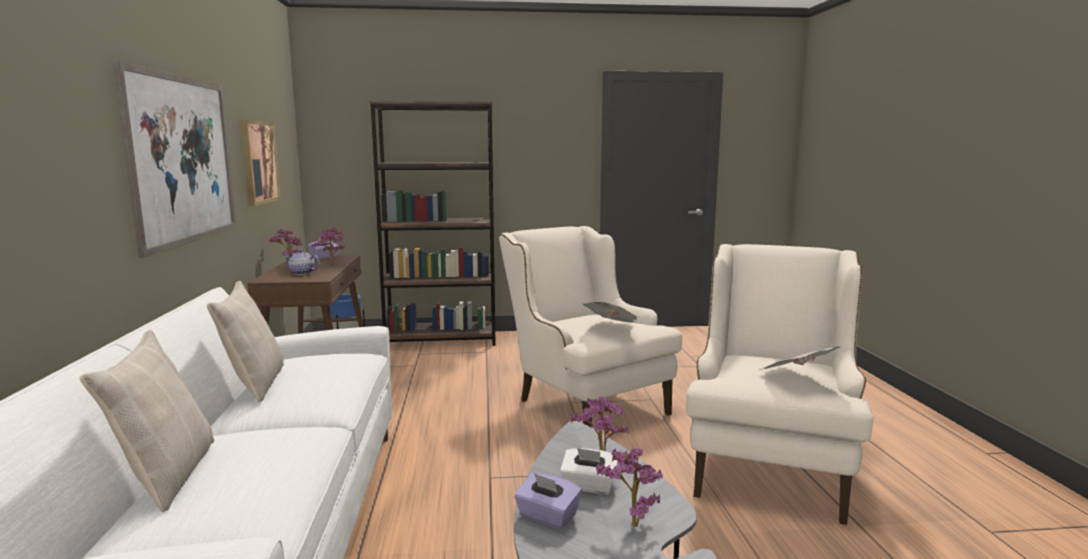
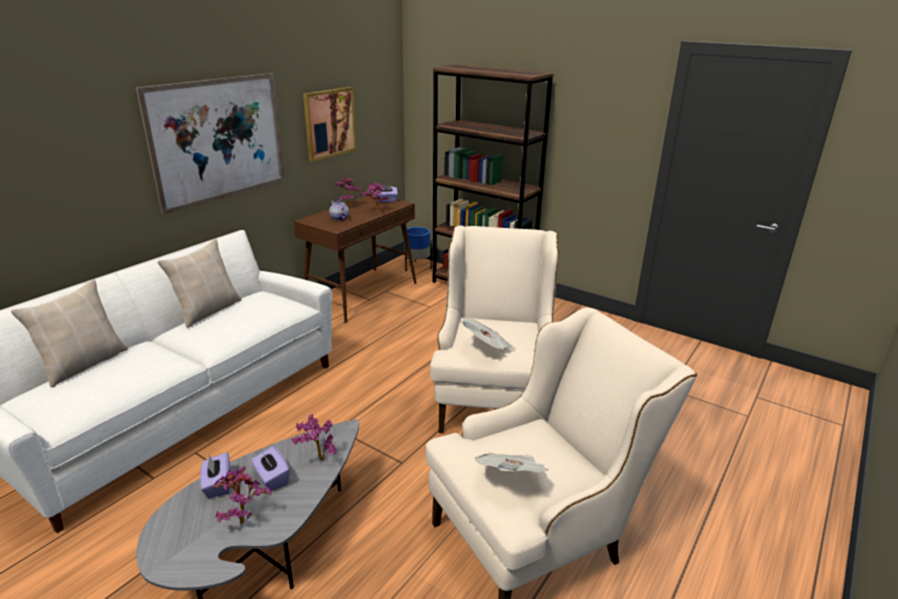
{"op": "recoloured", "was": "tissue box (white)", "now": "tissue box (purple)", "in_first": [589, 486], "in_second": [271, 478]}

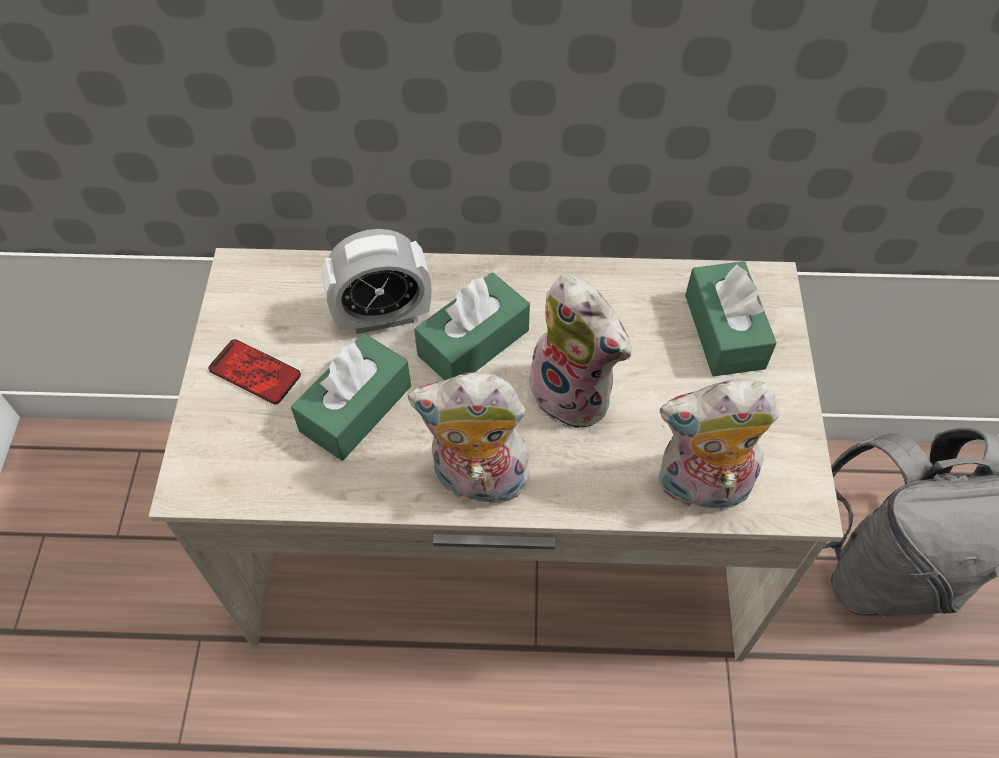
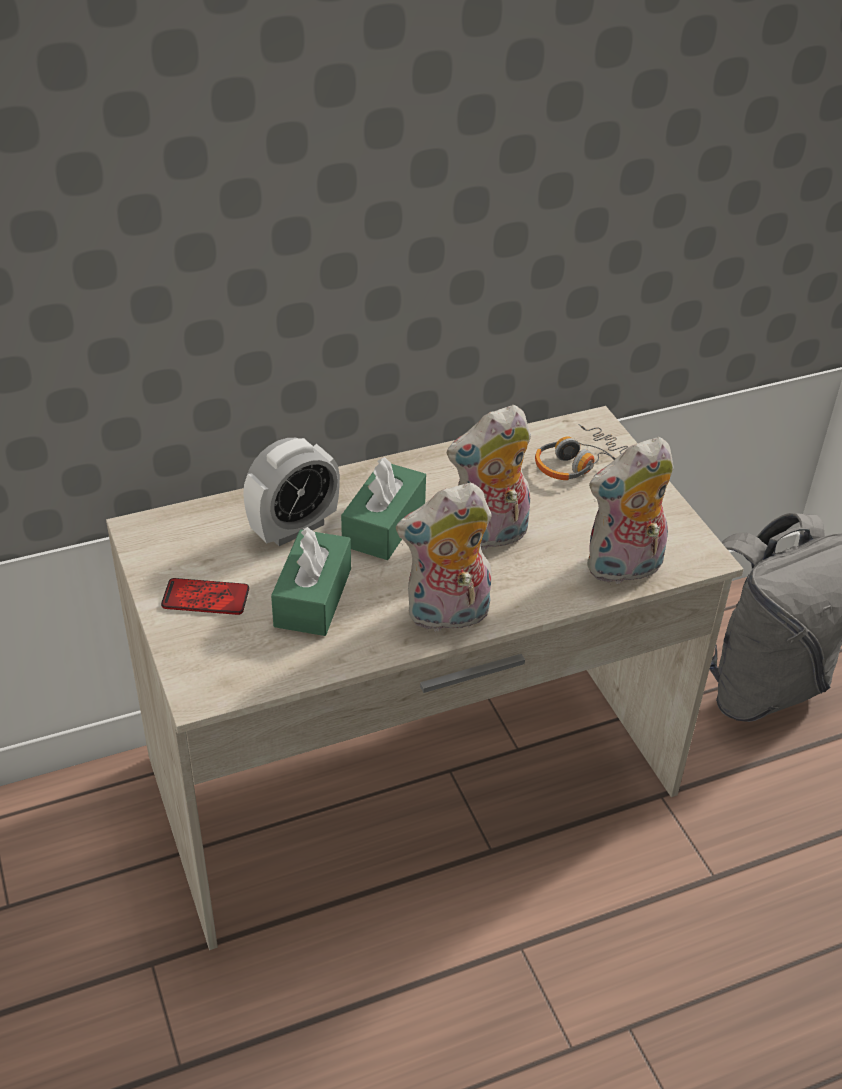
{"op": "turned", "was": "plush toy", "in_first": [575, 394], "in_second": [489, 536], "clockwise": 135}
{"op": "replaced", "was": "tissue box (green)", "now": "headphones", "in_first": [724, 331], "in_second": [579, 464]}

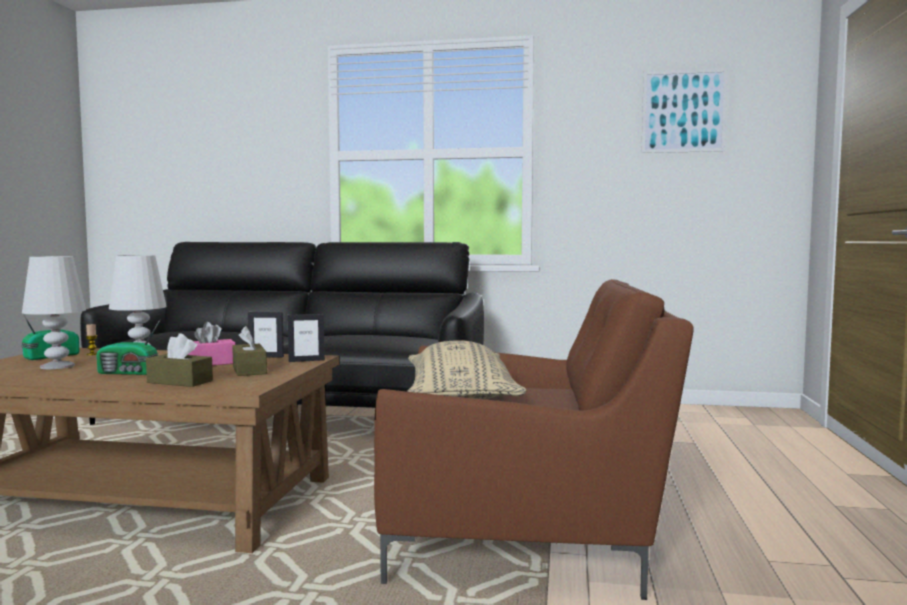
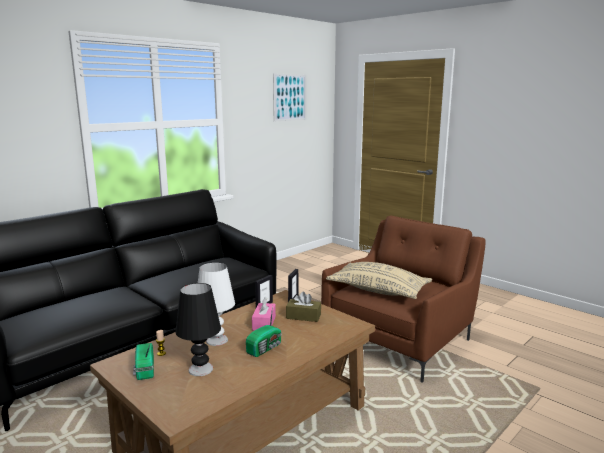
{"op": "recoloured", "was": "table lamp (white)", "now": "table lamp (black)", "in_first": [57, 366], "in_second": [201, 369]}
{"op": "removed", "was": "tissue box (brown)", "in_first": [180, 381]}

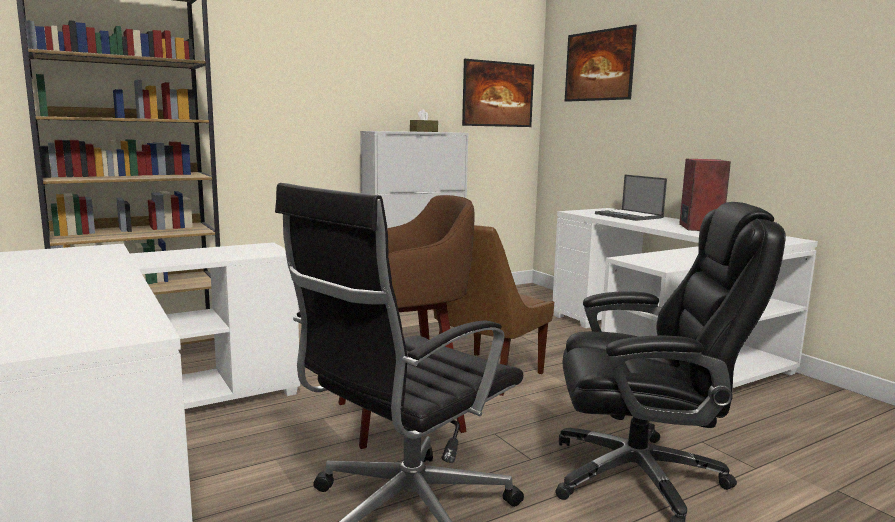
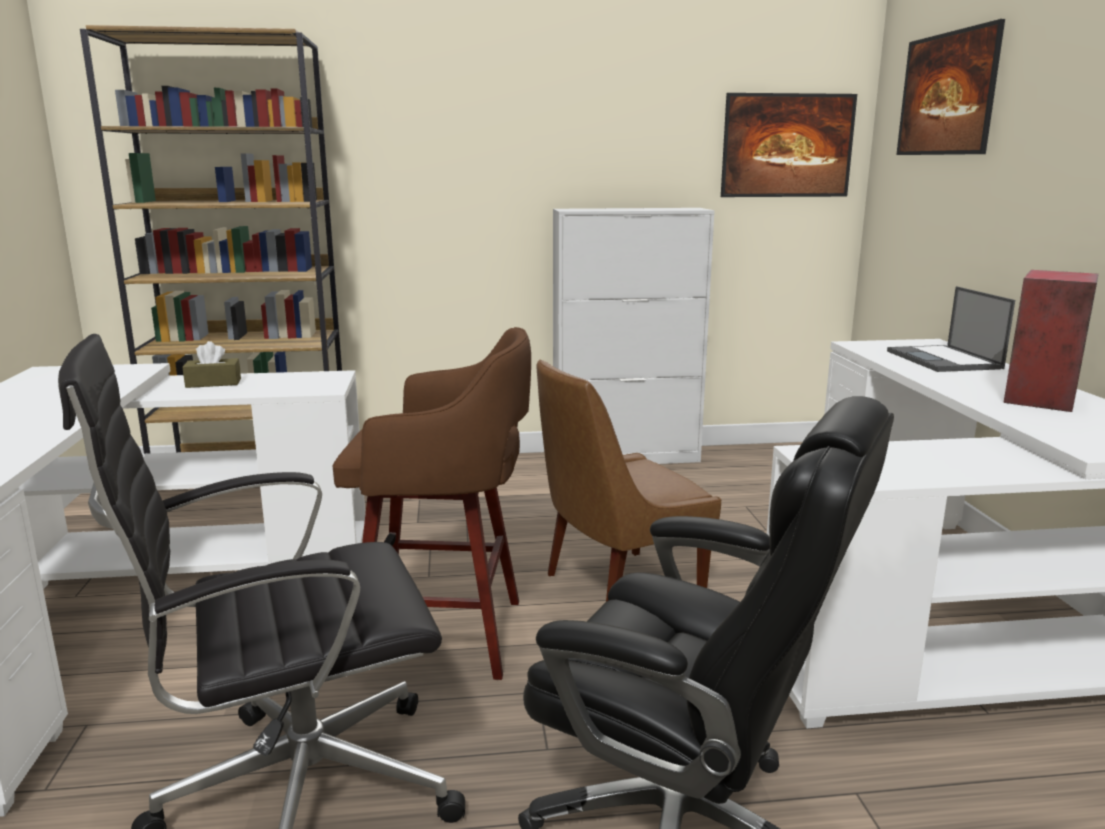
{"op": "moved", "was": "tissue box (brown)", "in_first": [423, 131], "in_second": [213, 383]}

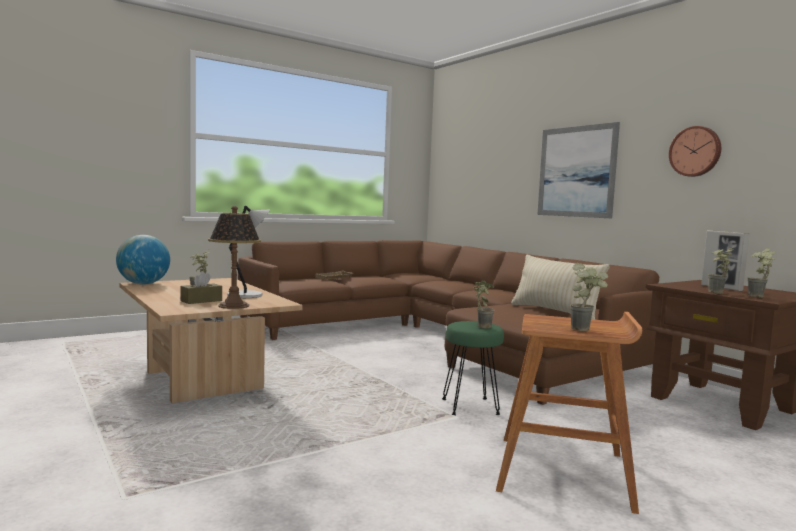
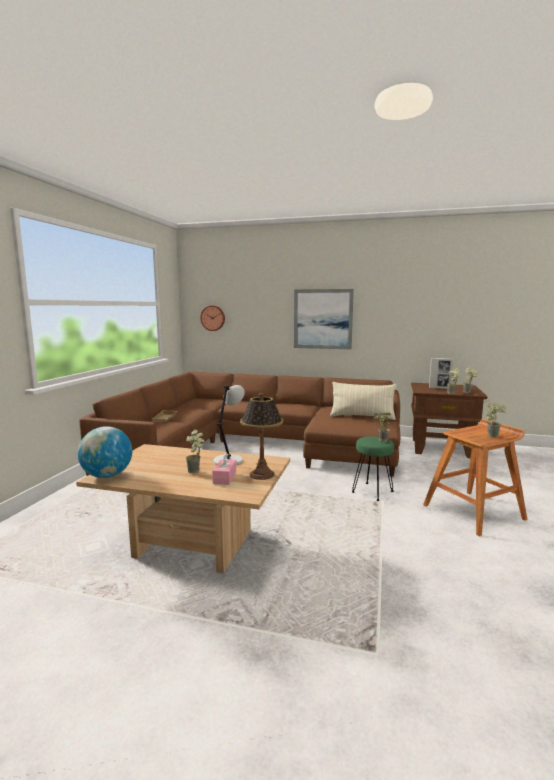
{"op": "recoloured", "was": "tissue box (brown)", "now": "tissue box (pink)", "in_first": [201, 301], "in_second": [224, 478]}
{"op": "moved", "was": "wall clock", "in_first": [695, 151], "in_second": [213, 318]}

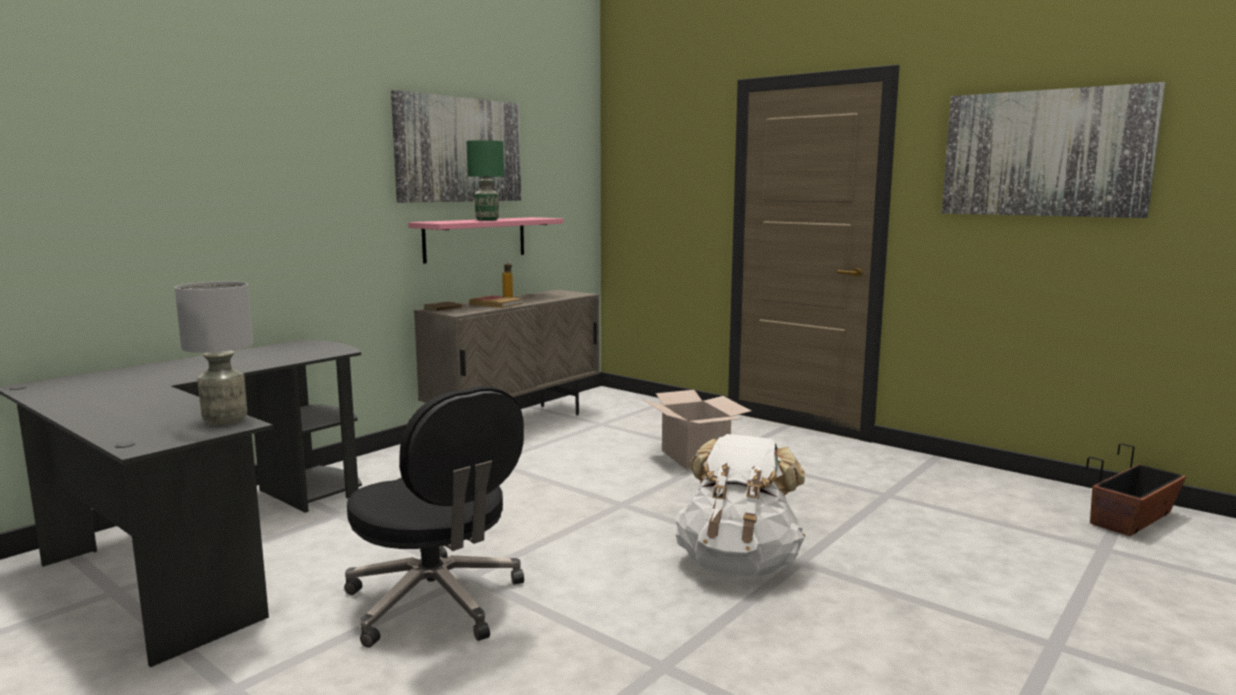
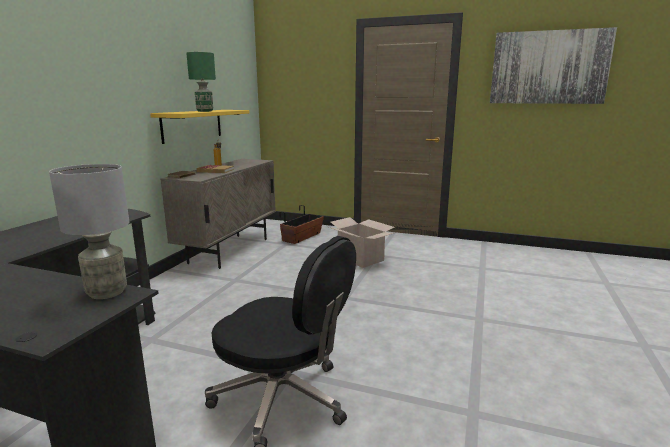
{"op": "removed", "was": "picture", "in_first": [459, 150]}
{"op": "recoloured", "was": "shelf (pink)", "now": "shelf (yellow)", "in_first": [475, 239], "in_second": [192, 125]}
{"op": "removed", "was": "backpack (white)", "in_first": [738, 564]}
{"op": "moved", "was": "planter", "in_first": [1132, 519], "in_second": [302, 237]}

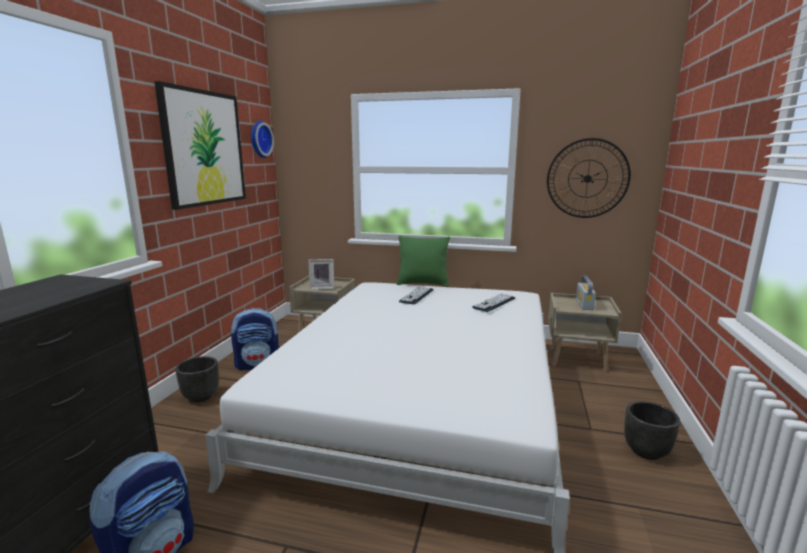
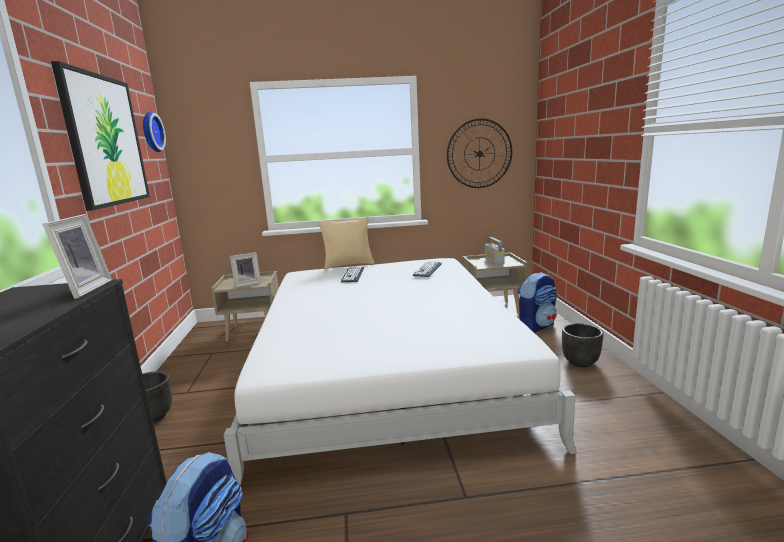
{"op": "moved", "was": "backpack", "in_first": [258, 364], "in_second": [536, 326]}
{"op": "recoloured", "was": "pillow (green)", "now": "pillow (beige)", "in_first": [423, 283], "in_second": [348, 265]}
{"op": "added", "now": "picture frame", "in_second": [82, 290]}

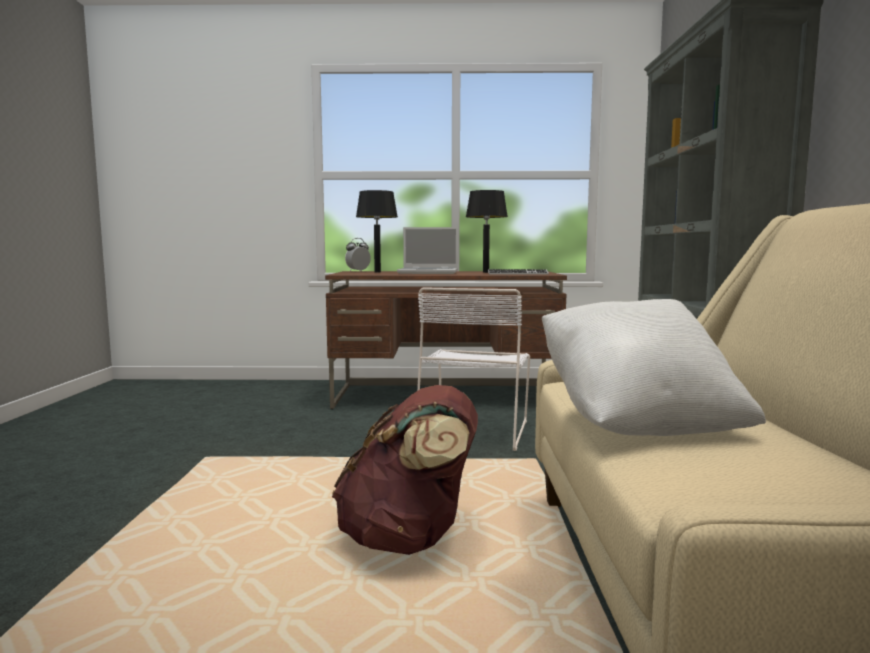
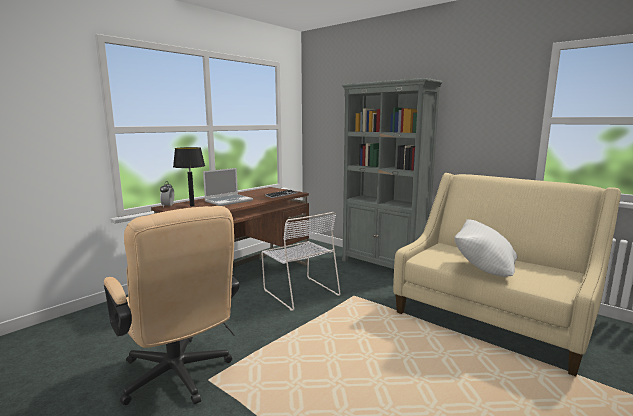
{"op": "removed", "was": "backpack (brown)", "in_first": [410, 538]}
{"op": "removed", "was": "table lamp (black)", "in_first": [485, 272]}
{"op": "added", "now": "office chair (beige)", "in_second": [179, 378]}

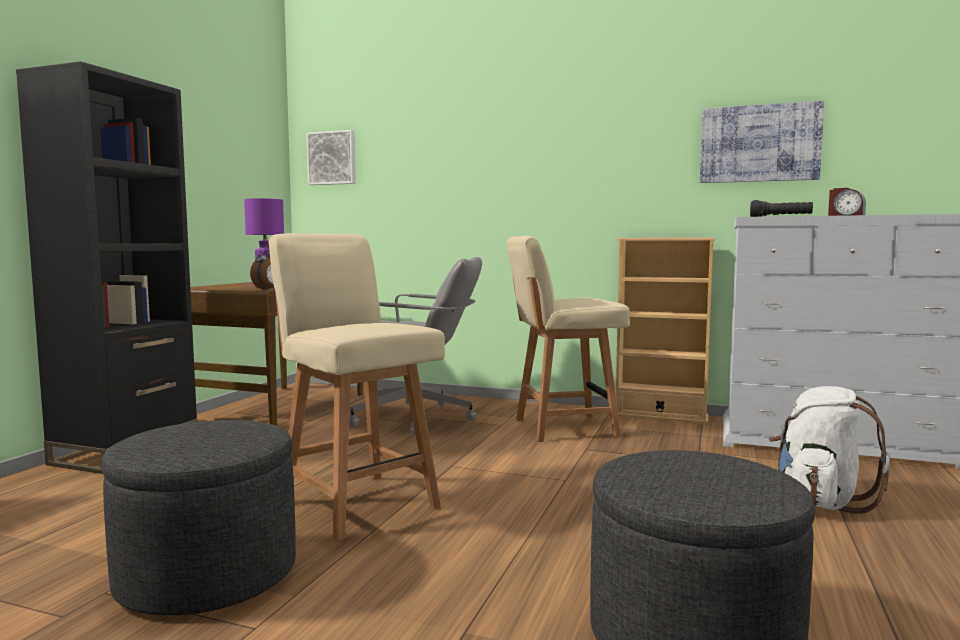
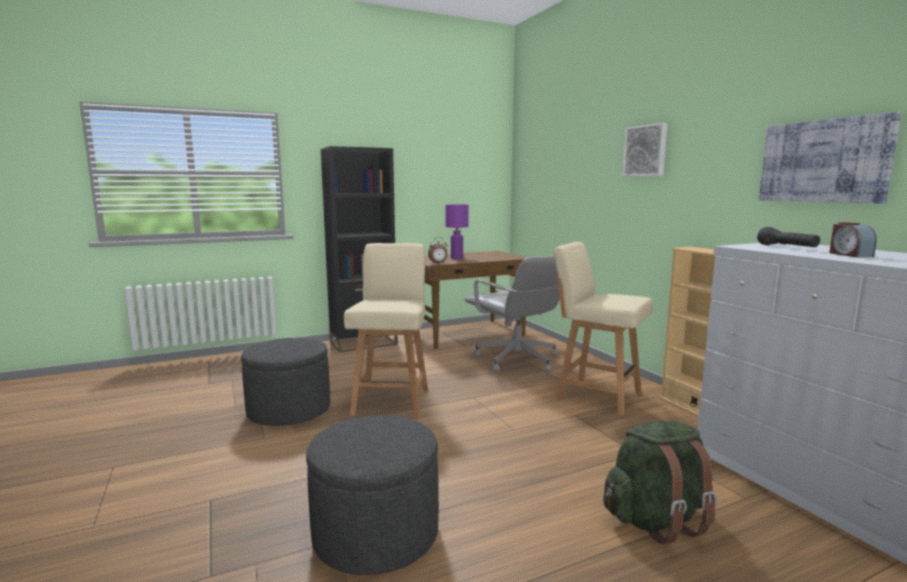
{"op": "moved", "was": "picture", "in_first": [332, 158], "in_second": [646, 151]}
{"op": "recoloured", "was": "backpack (white)", "now": "backpack (green)", "in_first": [820, 501], "in_second": [656, 520]}

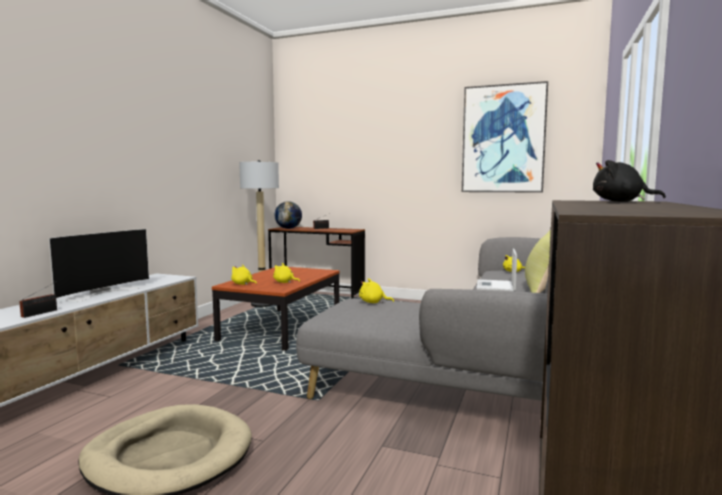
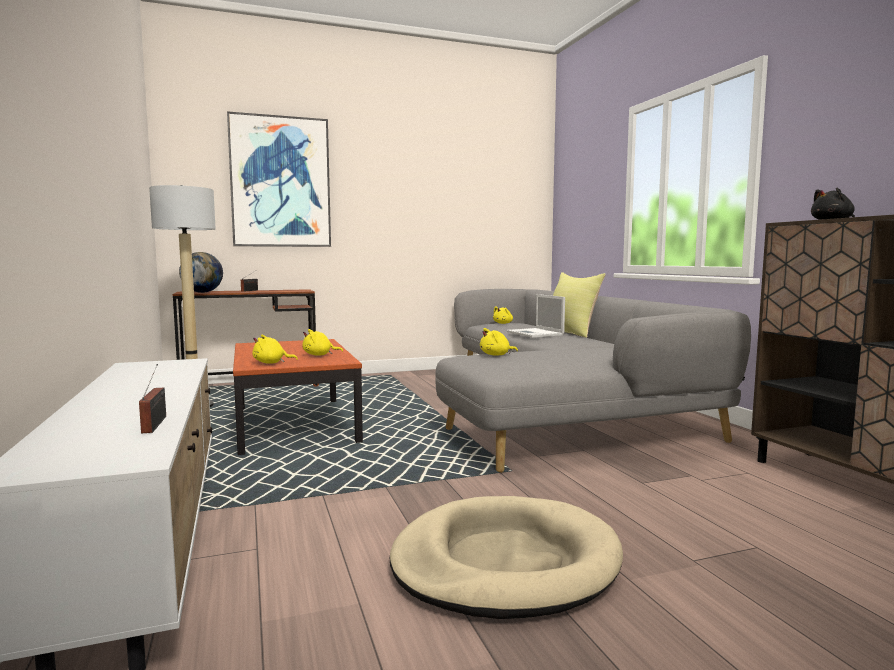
{"op": "removed", "was": "television", "in_first": [102, 292]}
{"op": "moved", "was": "picture", "in_first": [503, 139], "in_second": [280, 182]}

